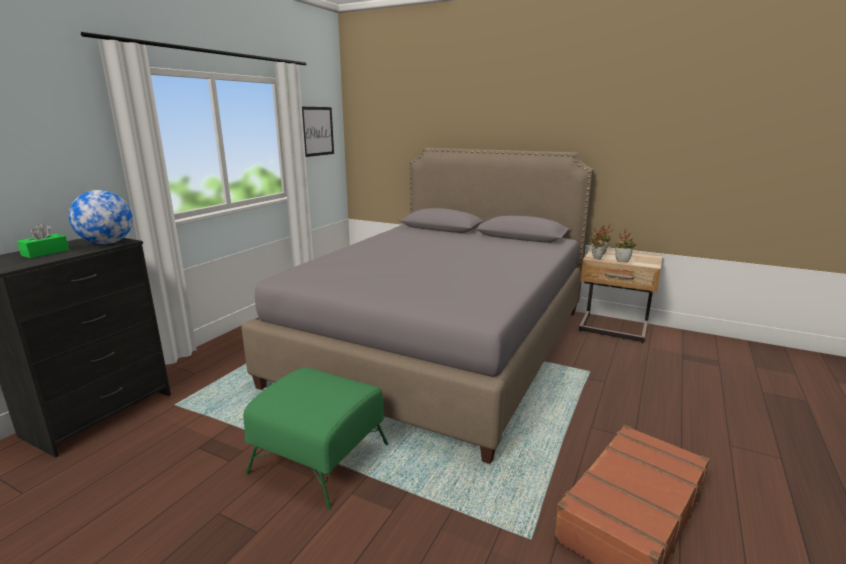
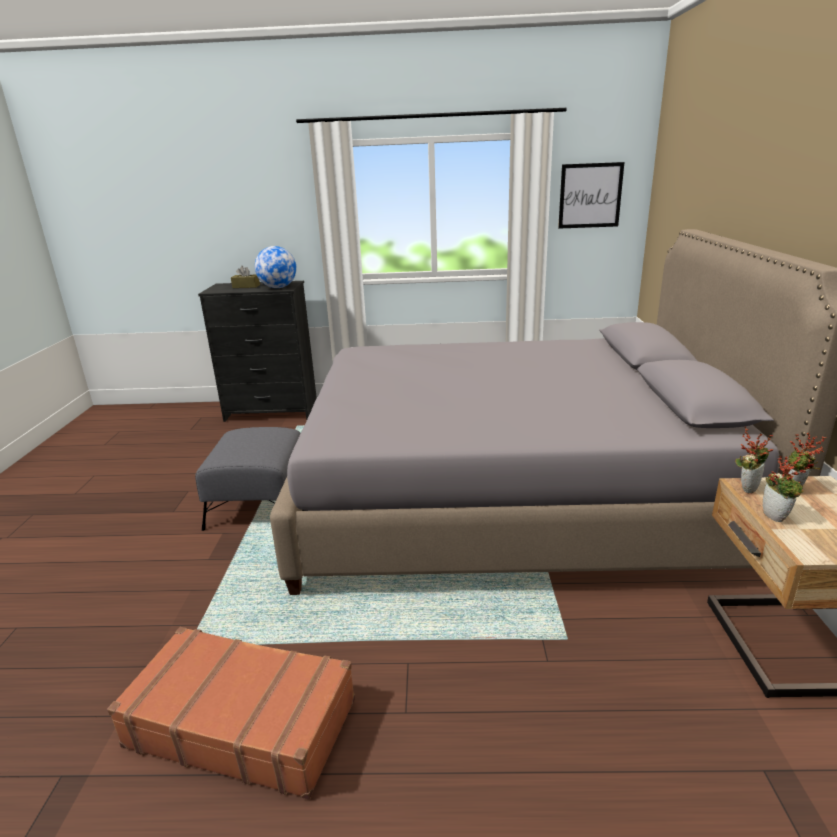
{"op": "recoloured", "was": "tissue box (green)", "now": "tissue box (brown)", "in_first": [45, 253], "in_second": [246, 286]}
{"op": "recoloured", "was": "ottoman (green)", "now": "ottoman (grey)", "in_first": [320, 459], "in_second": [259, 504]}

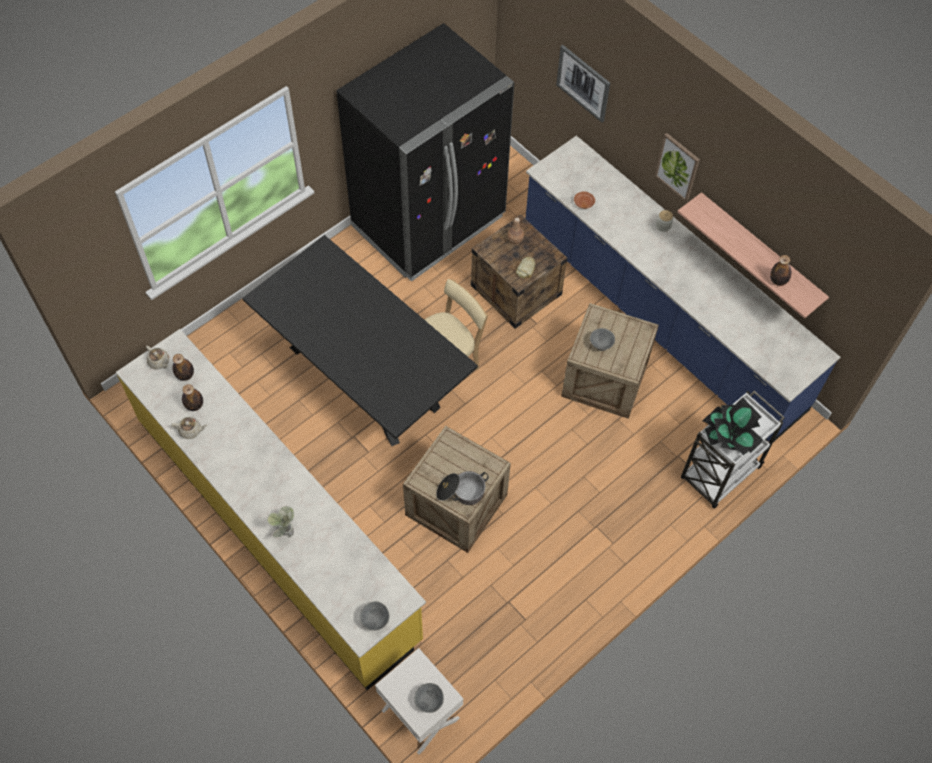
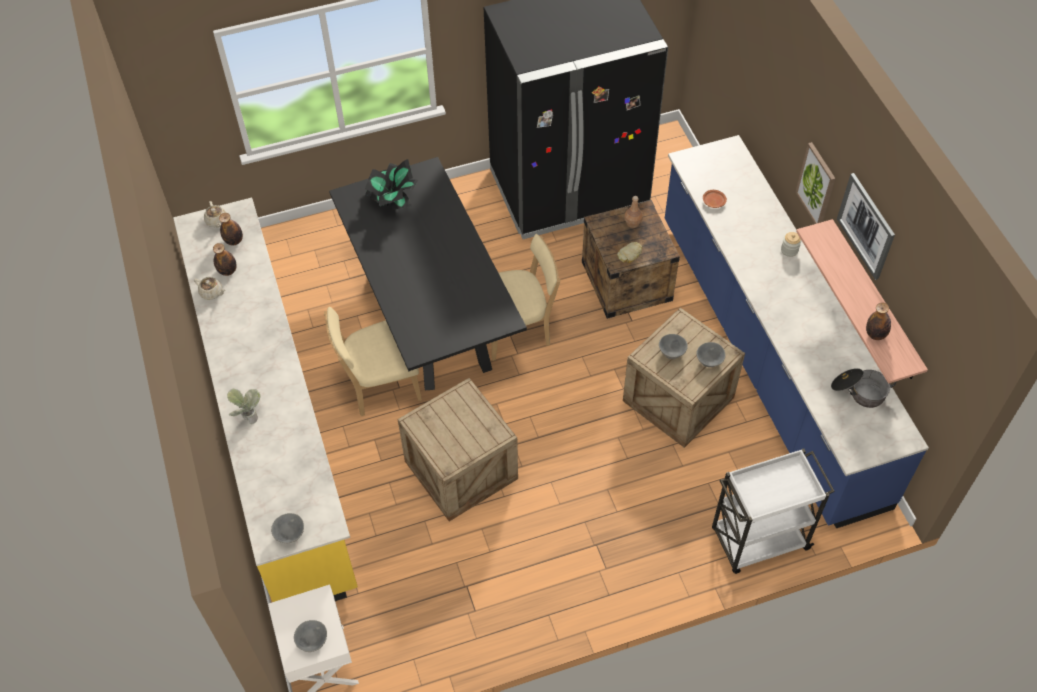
{"op": "moved", "was": "cooking pot", "in_first": [461, 492], "in_second": [859, 392]}
{"op": "moved", "was": "picture", "in_first": [583, 83], "in_second": [866, 226]}
{"op": "moved", "was": "potted plant", "in_first": [729, 438], "in_second": [392, 200]}
{"op": "added", "now": "chair (beige)", "in_second": [379, 386]}
{"op": "added", "now": "bowl (grey)", "in_second": [708, 361]}

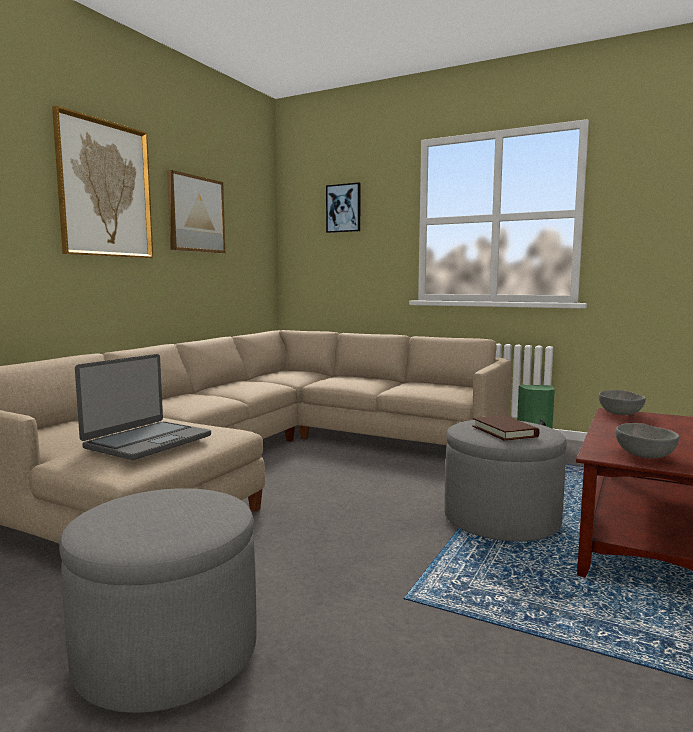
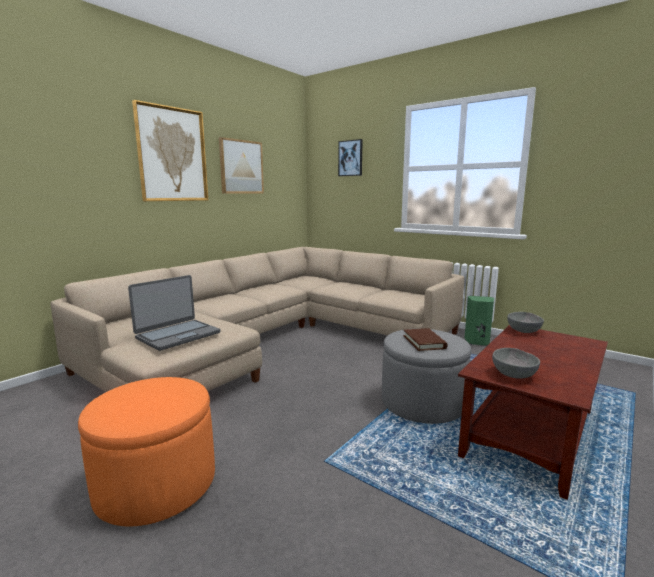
{"op": "recoloured", "was": "ottoman (grey)", "now": "ottoman (orange)", "in_first": [167, 653], "in_second": [156, 484]}

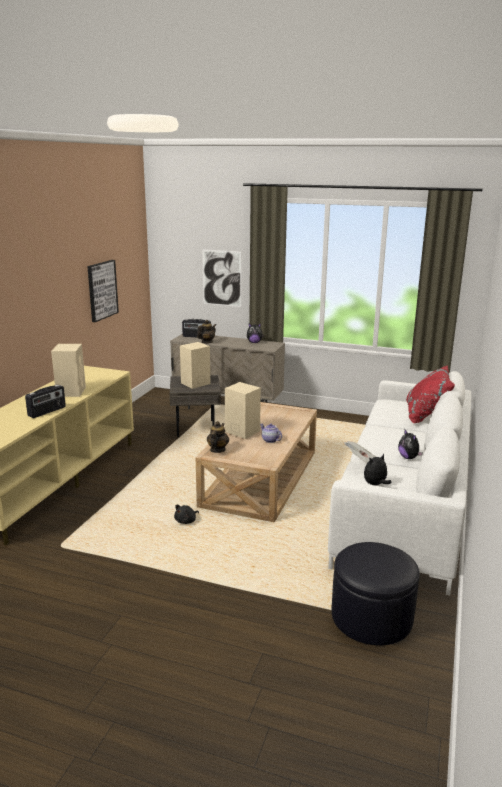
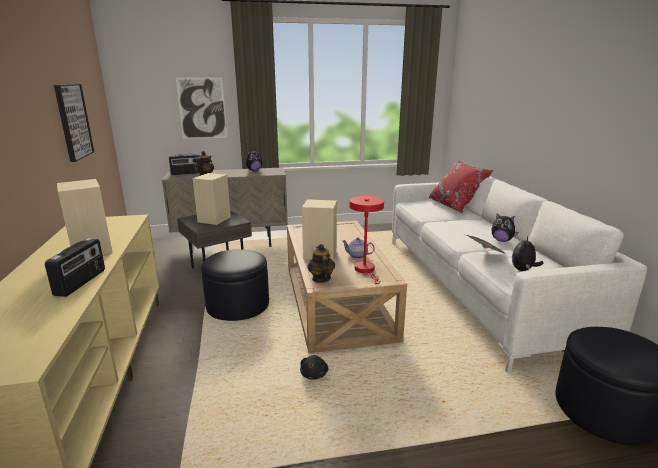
{"op": "added", "now": "ottoman (black)", "in_second": [238, 305]}
{"op": "added", "now": "table lamp (red)", "in_second": [366, 270]}

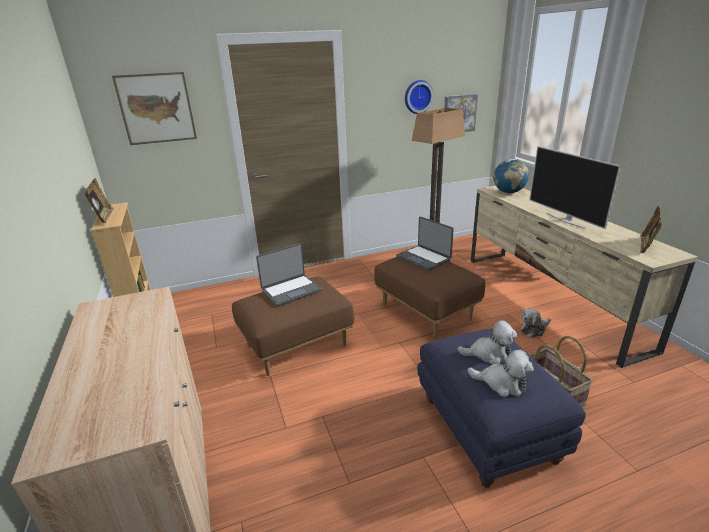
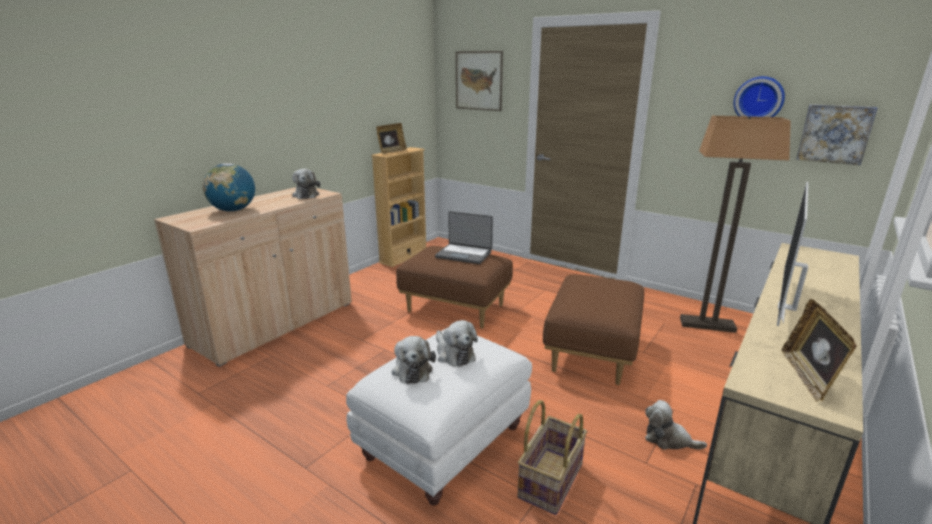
{"op": "removed", "was": "laptop", "in_first": [424, 258]}
{"op": "recoloured", "was": "ottoman (blue)", "now": "ottoman (white)", "in_first": [486, 428], "in_second": [445, 441]}
{"op": "moved", "was": "globe", "in_first": [508, 192], "in_second": [233, 210]}
{"op": "turned", "was": "picture frame", "in_first": [646, 246], "in_second": [808, 377], "clockwise": -75}
{"op": "added", "now": "plush toy", "in_second": [306, 195]}

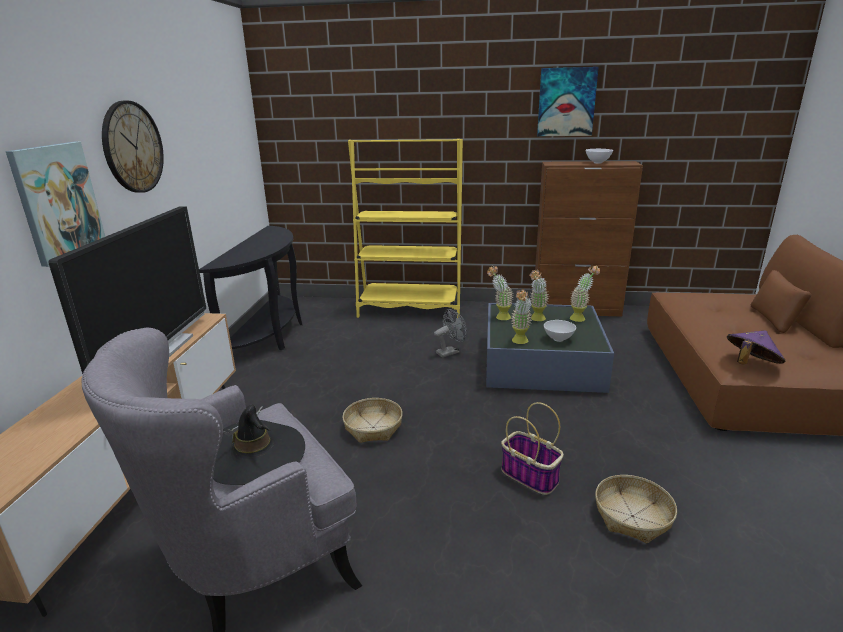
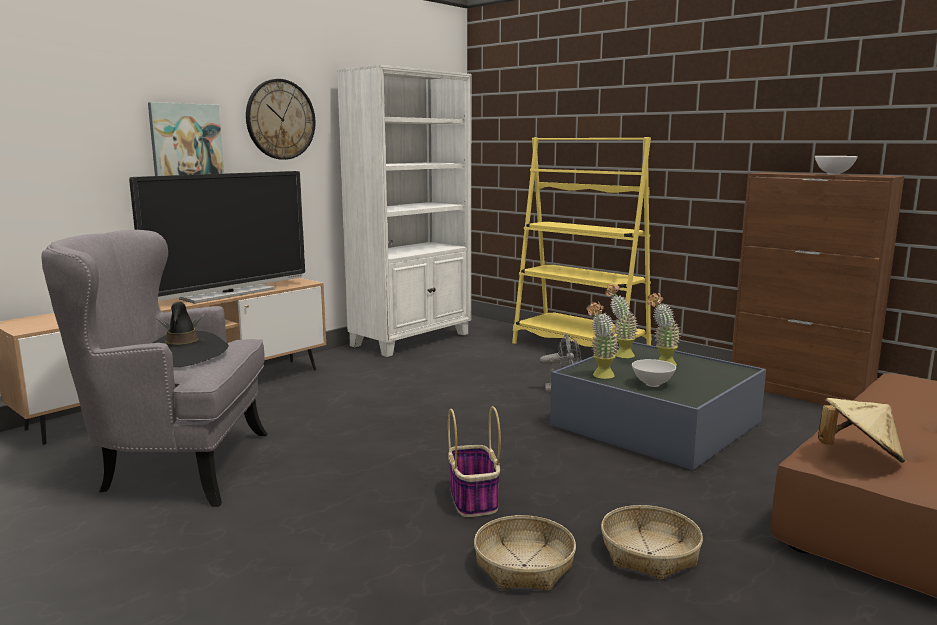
{"op": "replaced", "was": "console table (black)", "now": "bookcase (white)", "in_first": [271, 336], "in_second": [412, 340]}
{"op": "moved", "was": "basket", "in_first": [373, 427], "in_second": [649, 553]}
{"op": "removed", "was": "picture", "in_first": [566, 102]}
{"op": "removed", "was": "potted plant", "in_first": [581, 318]}
{"op": "recoloured", "was": "hat (purple)", "now": "hat (beige)", "in_first": [750, 364], "in_second": [859, 455]}

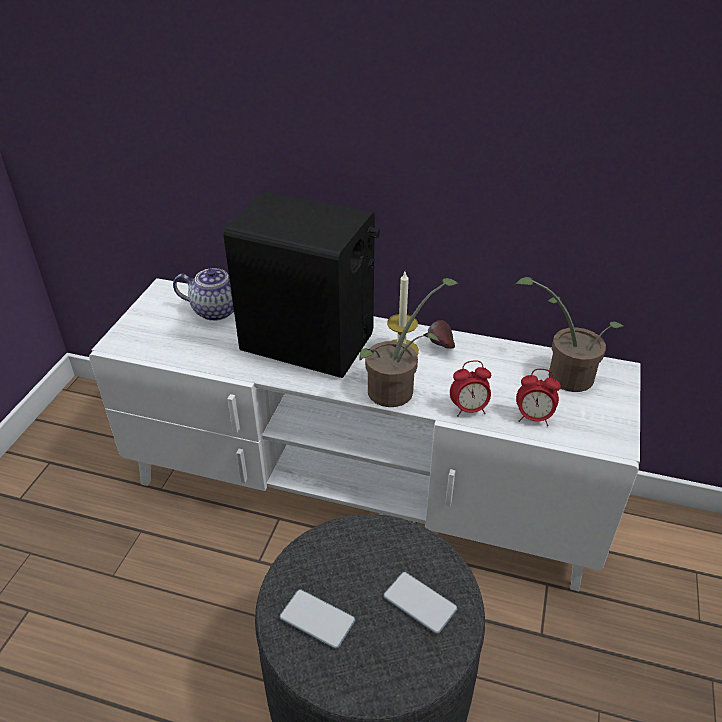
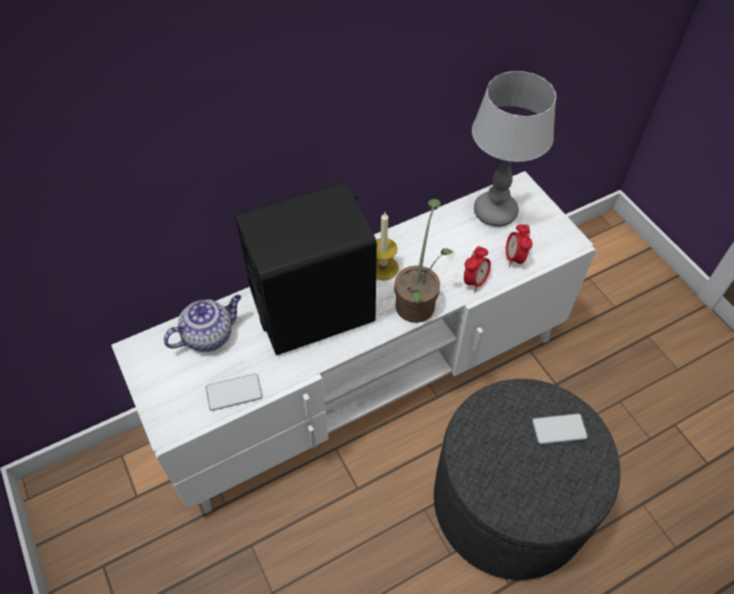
{"op": "moved", "was": "phone", "in_first": [317, 619], "in_second": [234, 392]}
{"op": "removed", "was": "apple", "in_first": [440, 347]}
{"op": "replaced", "was": "potted plant", "now": "table lamp", "in_first": [563, 375], "in_second": [496, 212]}
{"op": "turned", "was": "alarm clock", "in_first": [533, 418], "in_second": [514, 258], "clockwise": 120}

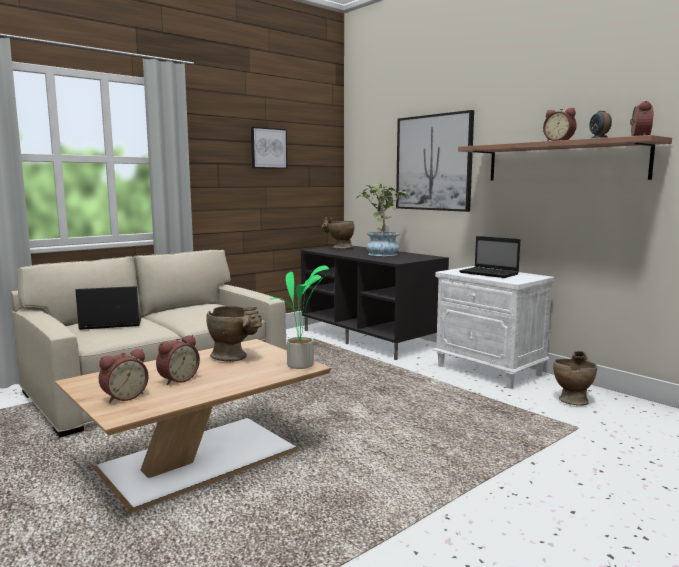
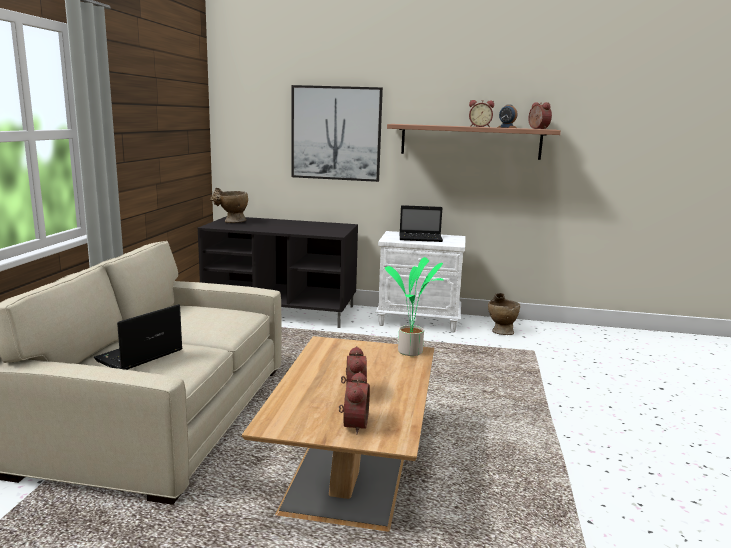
{"op": "removed", "was": "vase (beige)", "in_first": [235, 357]}
{"op": "removed", "was": "picture", "in_first": [268, 148]}
{"op": "removed", "was": "potted plant", "in_first": [381, 253]}

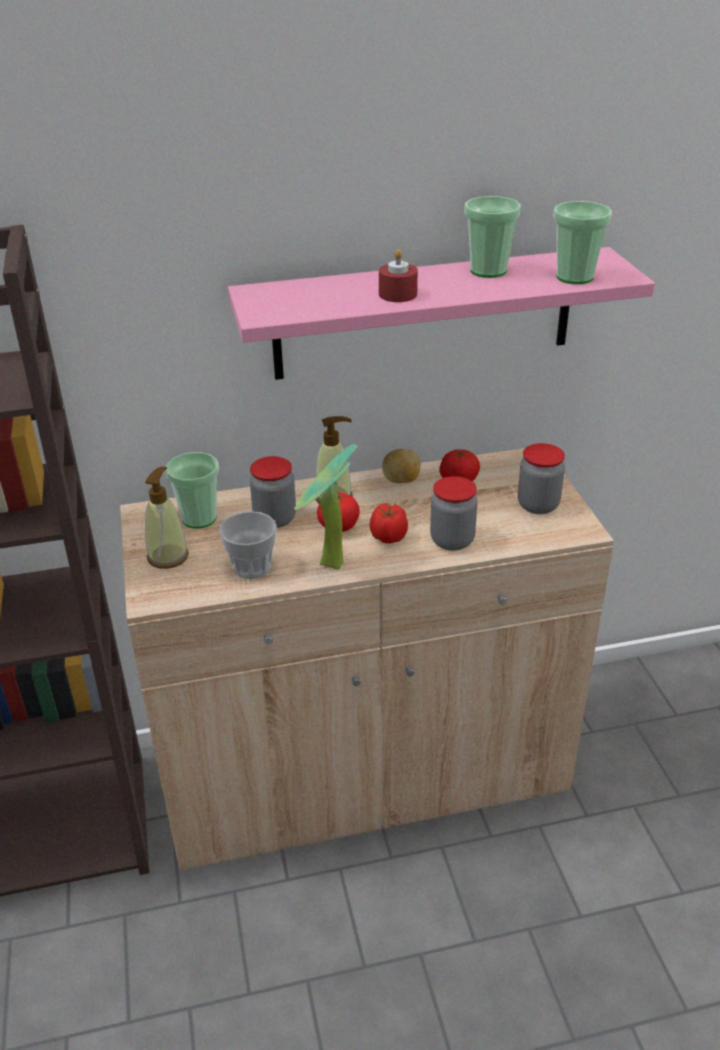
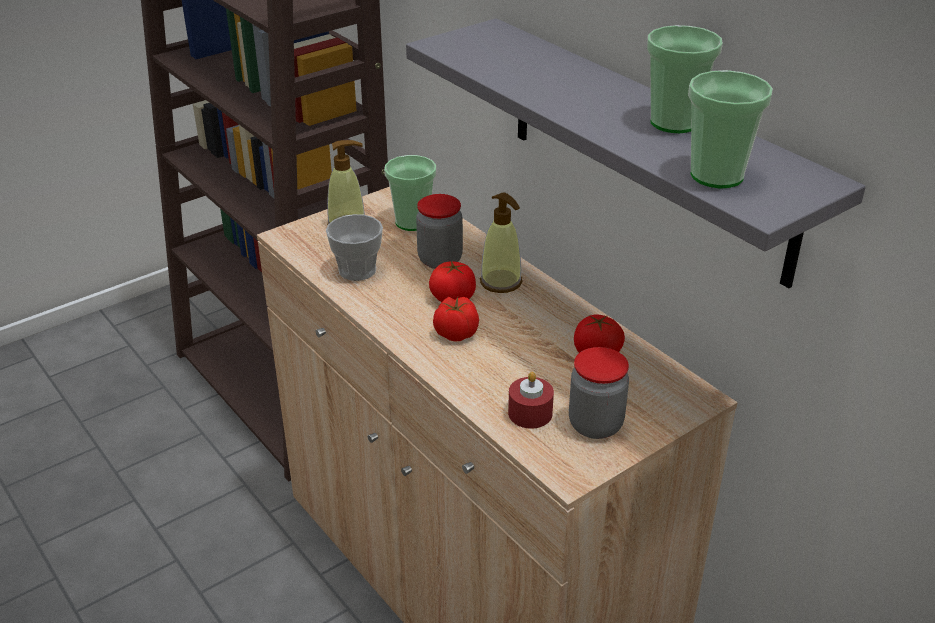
{"op": "recoloured", "was": "shelf (pink)", "now": "shelf (grey)", "in_first": [424, 314], "in_second": [646, 147]}
{"op": "removed", "was": "potted plant", "in_first": [328, 567]}
{"op": "moved", "was": "candle (red)", "in_first": [398, 294], "in_second": [530, 413]}
{"op": "removed", "was": "potato", "in_first": [401, 480]}
{"op": "removed", "was": "jar", "in_first": [452, 540]}

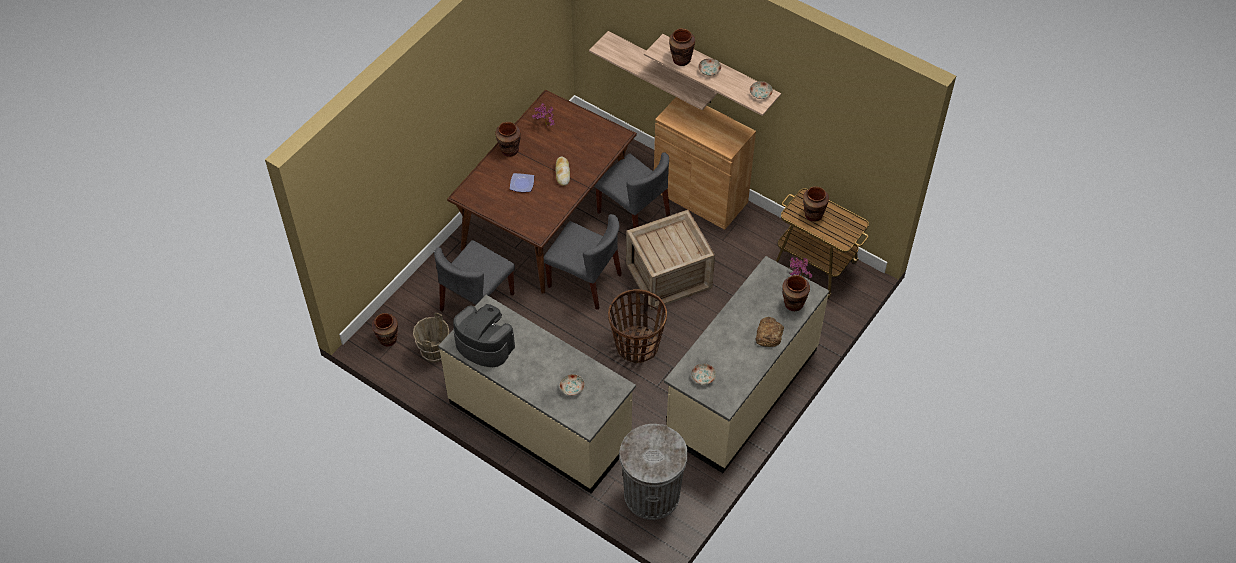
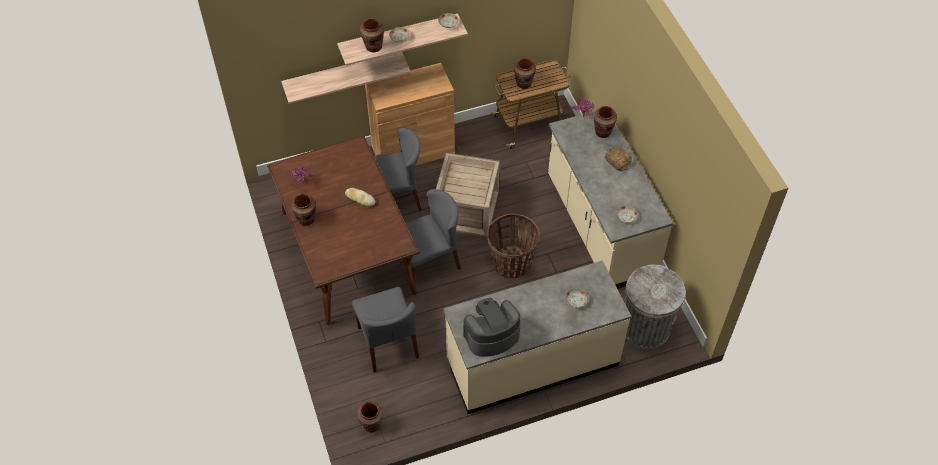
{"op": "removed", "was": "bucket (brown)", "in_first": [434, 352]}
{"op": "removed", "was": "plate", "in_first": [521, 184]}

